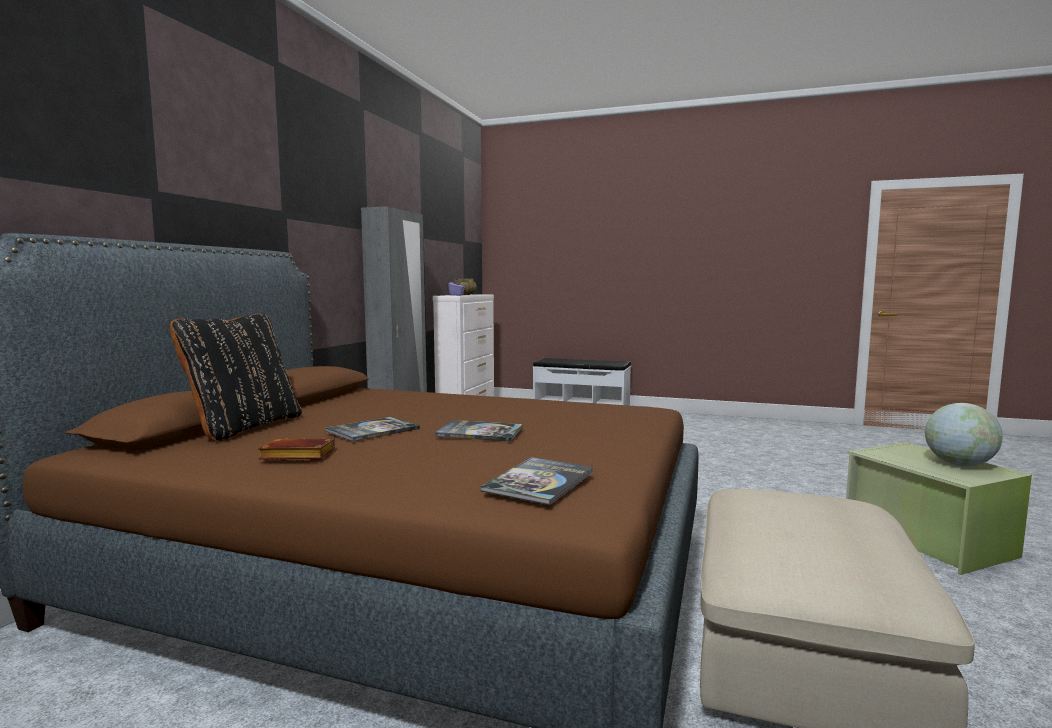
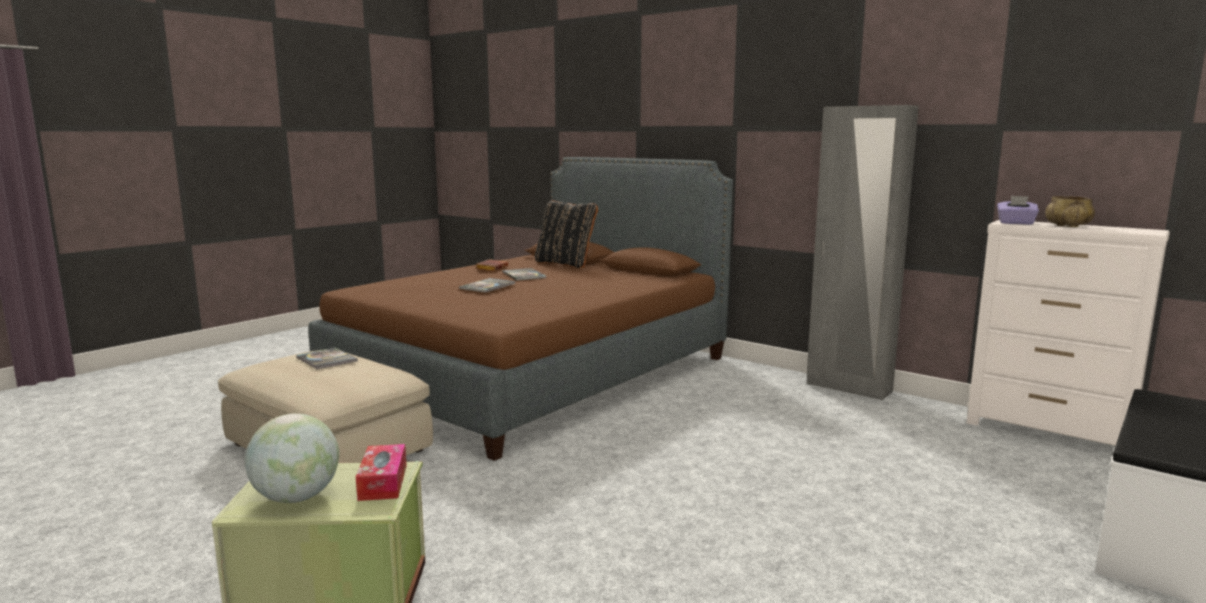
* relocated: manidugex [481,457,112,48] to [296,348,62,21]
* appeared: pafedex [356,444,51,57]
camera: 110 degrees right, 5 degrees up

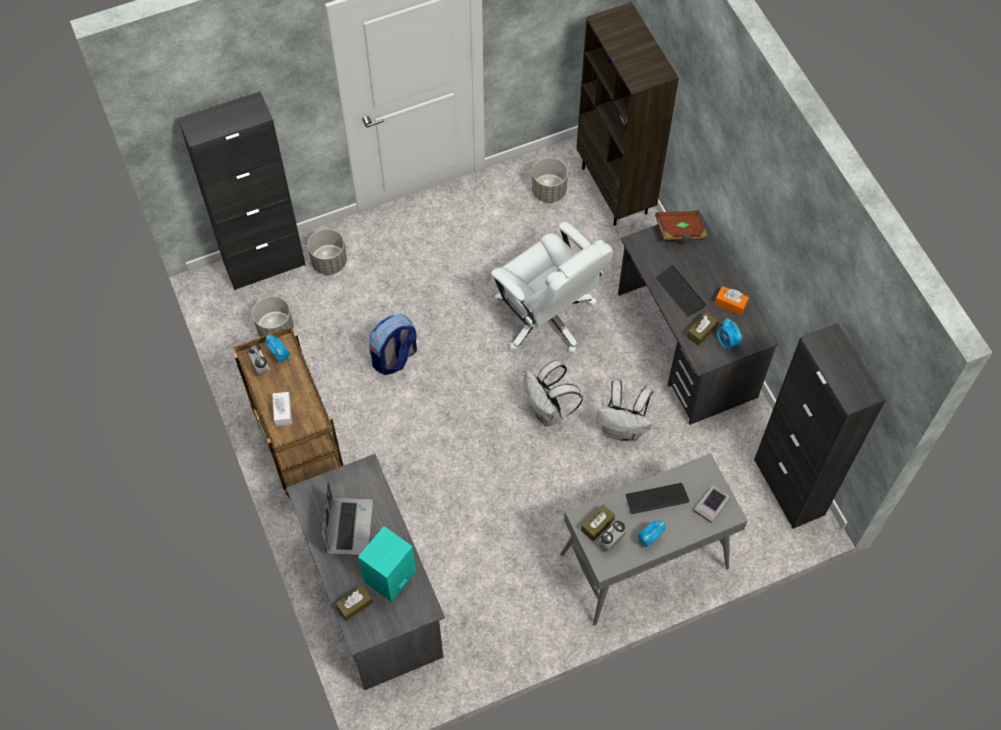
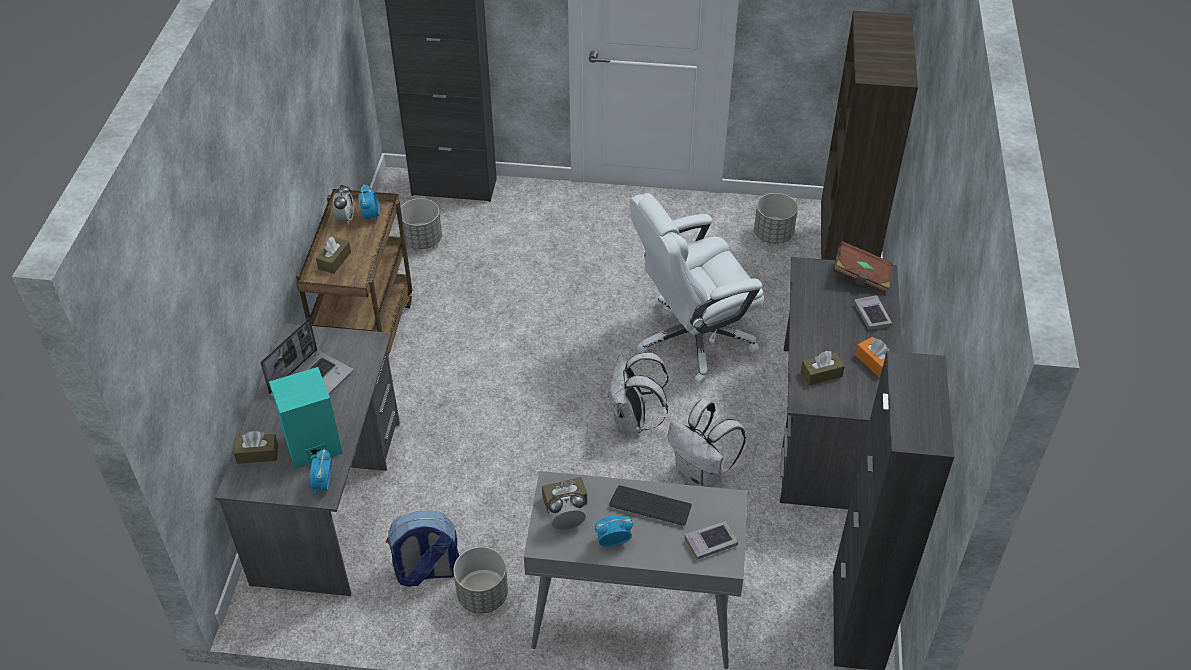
* relocated: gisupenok [717,318,26,34] to [309,449,23,46]
* colour: white_pafedex [272,392,20,34] to brown_pafedex [316,237,35,37]
* relocated: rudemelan [369,314,48,61] to [386,510,73,77]
* relocated: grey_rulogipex [308,229,39,46] to [453,547,55,67]
* spun: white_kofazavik [491,222,122,131] = [630,193,134,191] 75 degrees clockwise
* appeared: manidugex [854,295,38,35]
* missing: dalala [656,265,50,51]
camera: 30 degrees right, 15 degrees down

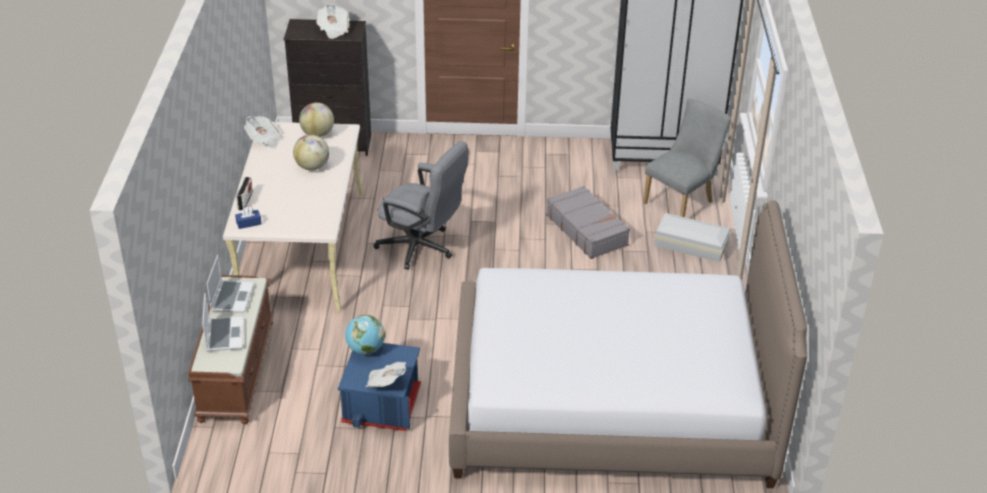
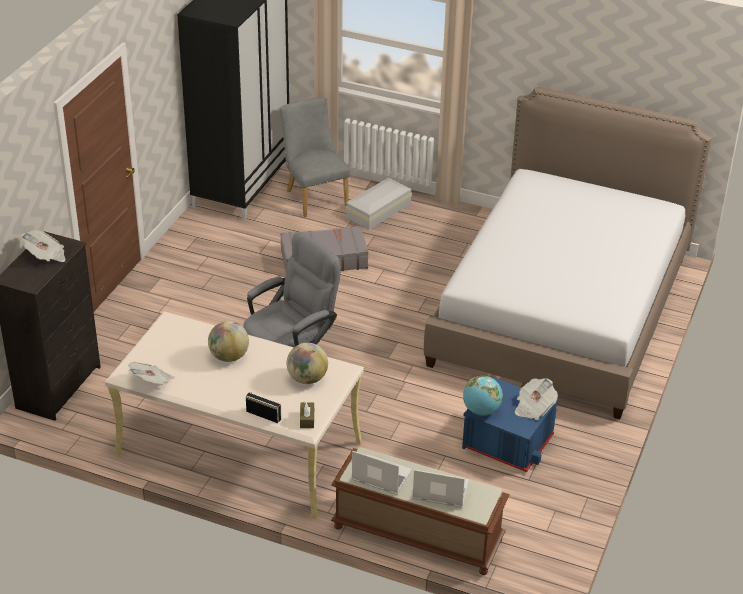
* relocated: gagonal [299,103,35,34] to [287,343,41,41]
* colour: blue_pafedex [235,207,27,22] to brown_pafedex [300,402,14,26]
camera: 70 degrees left, 0 degrees up

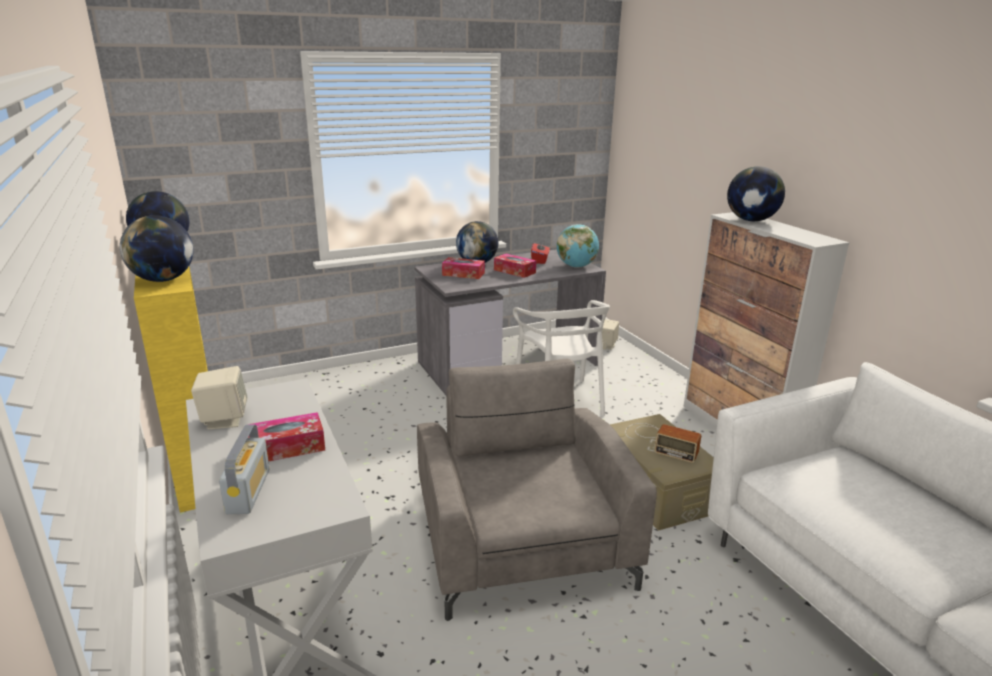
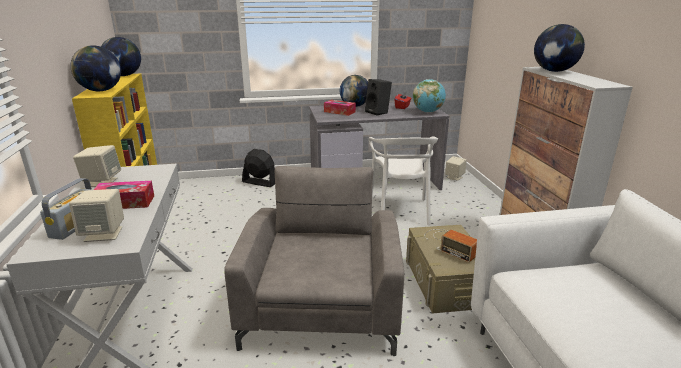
* appeared: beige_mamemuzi [69,189,55,53]
* appeared: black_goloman [242,149,33,38]
* exchanged: pafedex [494,254,42,24] to black_mamemuzi [365,79,27,36]
camera: 15 degrees right, 0 degrees up

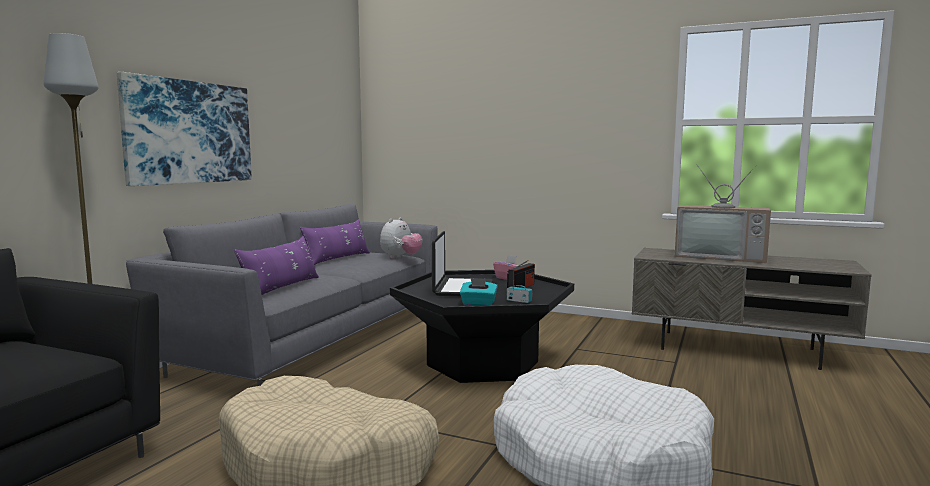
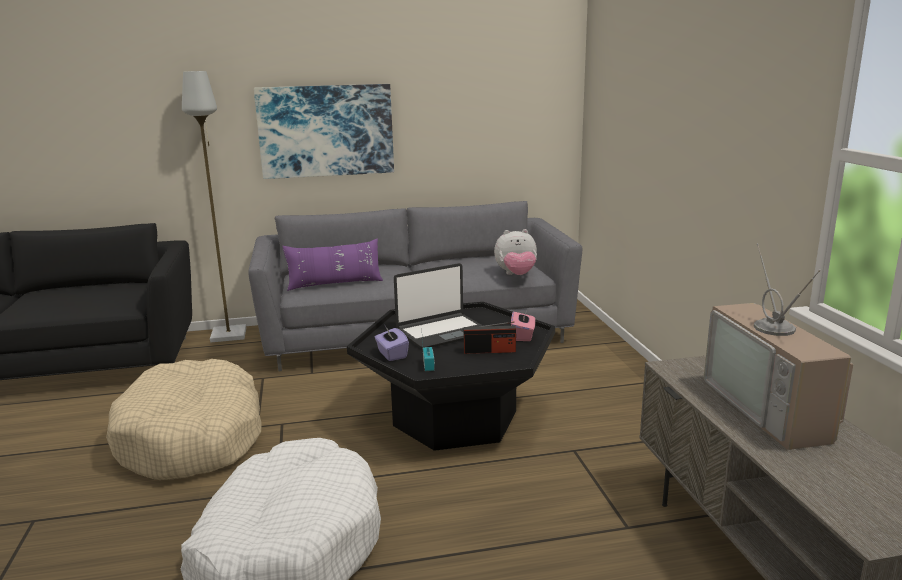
* colour: turquoise_pafedex [460,278,38,27] to purple_pafedex [375,326,34,35]
* missing: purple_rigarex [300,219,70,46]
camera: 55 degrees right, 10 degrees up

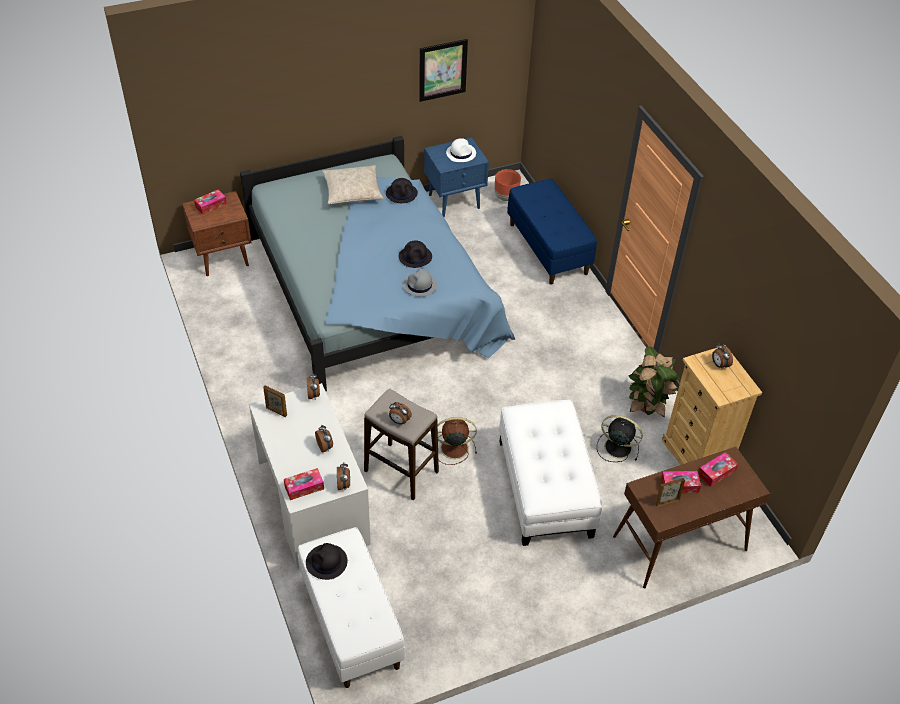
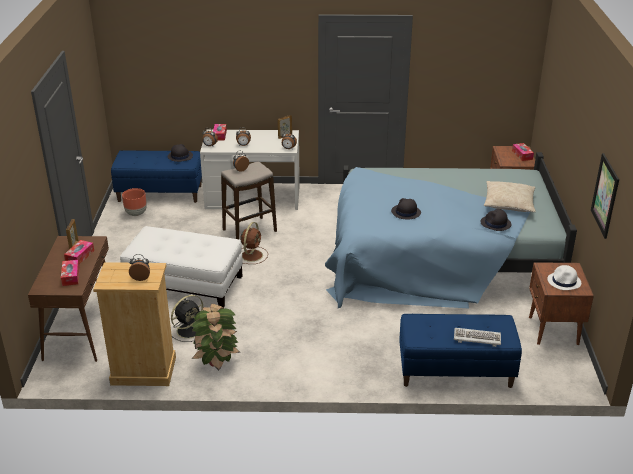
* colour: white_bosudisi [297,527,108,161] to blue_bosudisi [111,150,91,53]
* relocated: brown_rulogipex [495,169,26,32] to [122,188,25,28]
* appeared: dalala [454,328,47,19]
* colour: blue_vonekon [424,137,65,80] to brown_vonekon [529,262,65,83]
* missing: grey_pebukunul [402,269,35,28]
camera: 115 degrees right, 15 degrees down

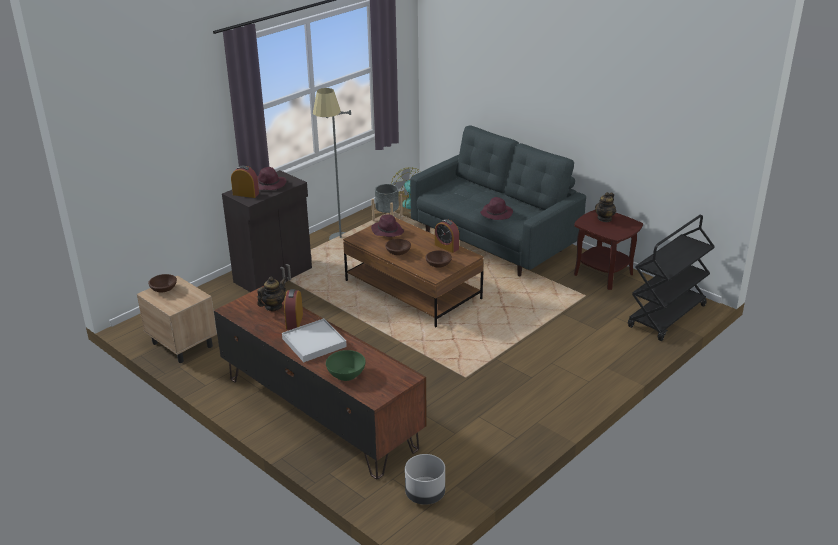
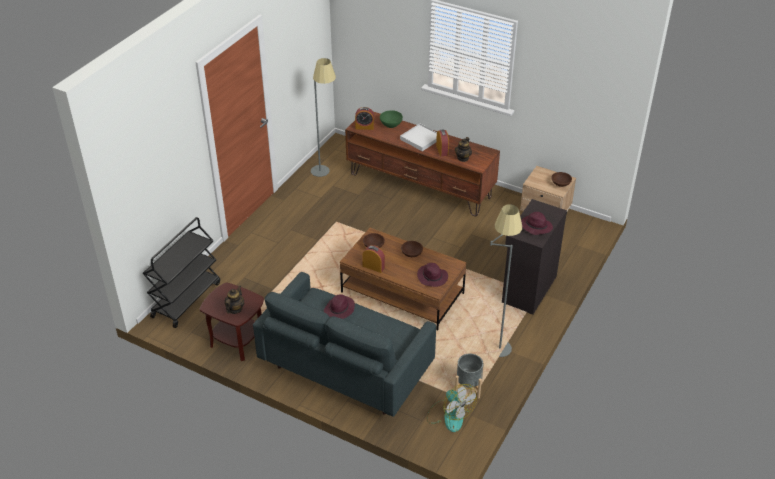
* appeared: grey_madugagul [311,58,25,119]
* relocated: gisupenok [231,166,28,32] to [355,107,19,23]
* missing: grey_rulogipex [405,454,40,51]
camera: 165 degrees right, 10 degrees up

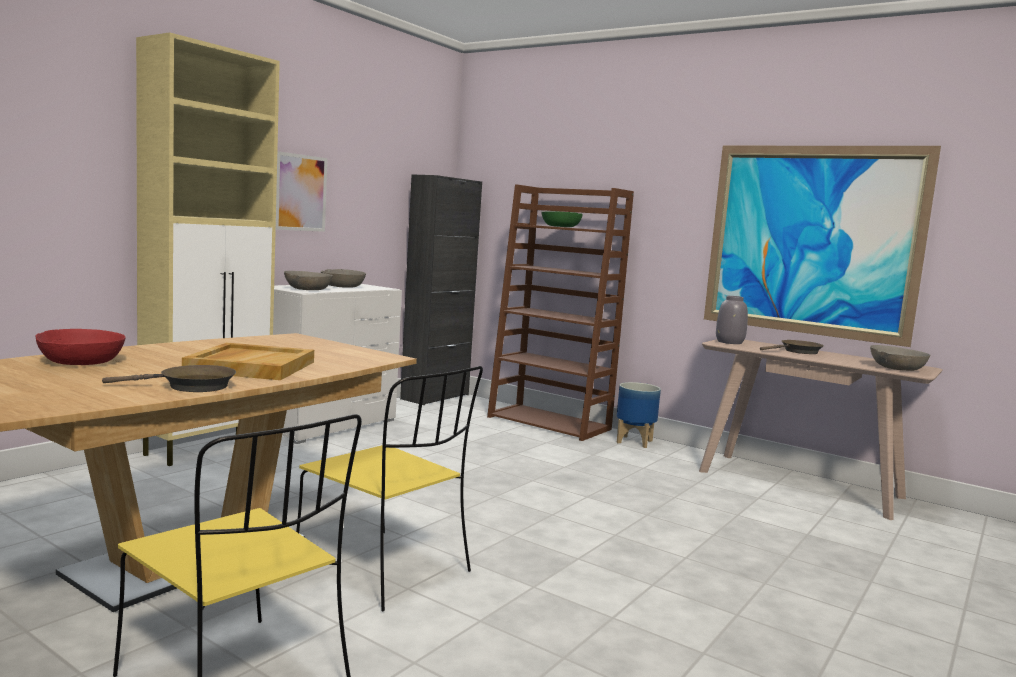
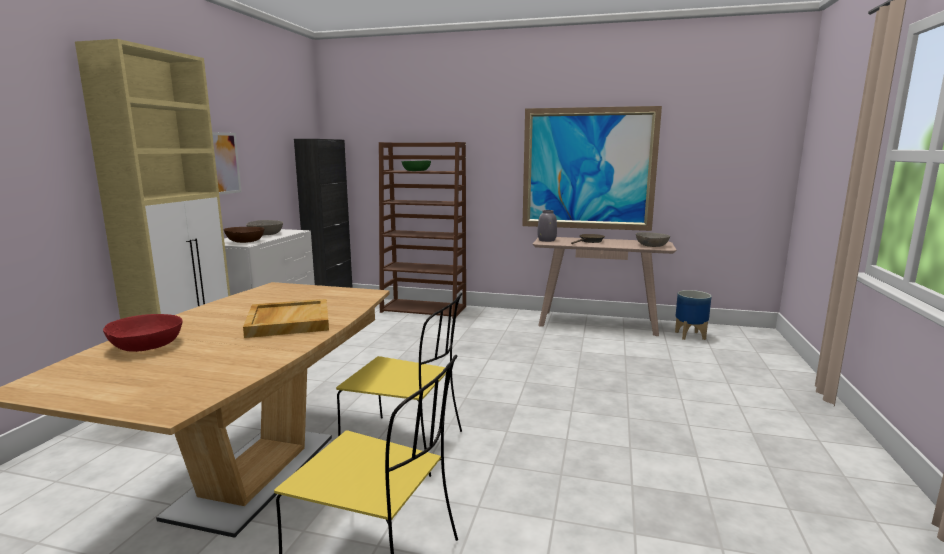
* colour: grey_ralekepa [284,271,49,19] to brown_ralekepa [224,227,40,16]
* relocated: rulogipex [617,382,44,66] to [675,290,37,50]
* missing: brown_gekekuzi [102,365,134,27]
camera: 20 degrees left, 5 degrees up

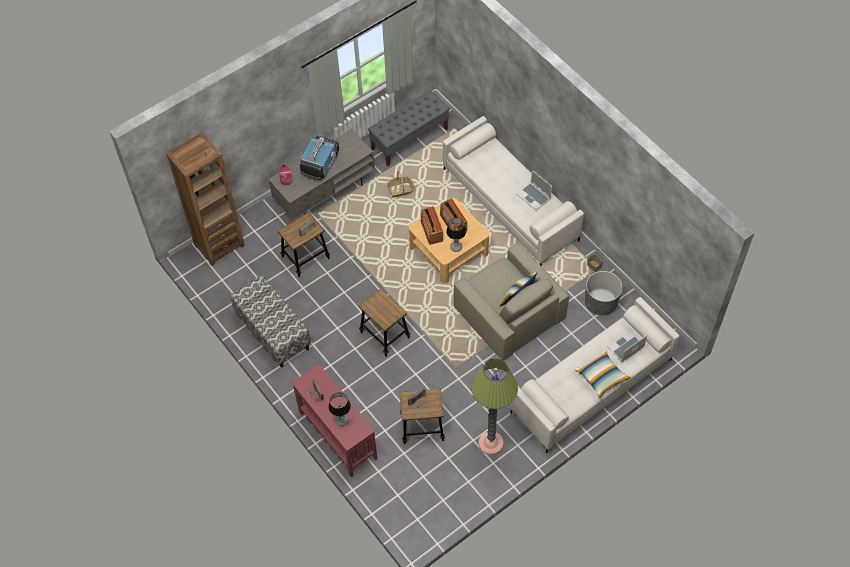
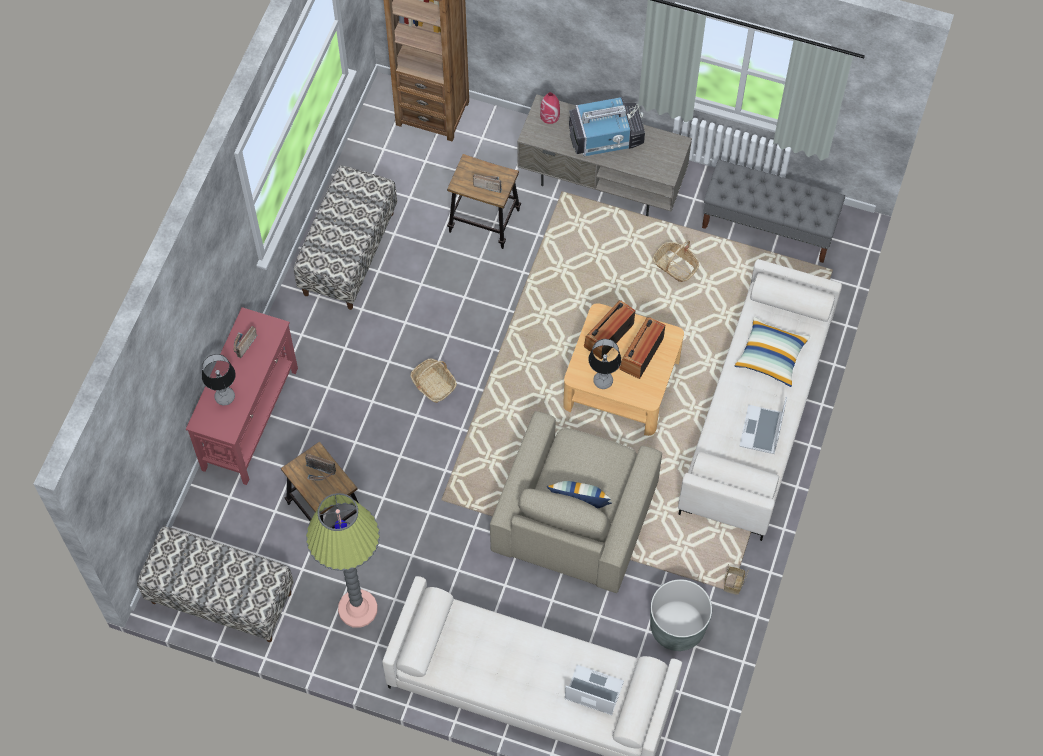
* appeared: bosudisi [137,526,157,116]
* exchanged: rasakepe [359,288,51,69] to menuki [410,358,47,45]
* relocated: rigarex [575,349,55,49] to [734,317,77,70]
camera: 55 degrees right, 5 degrees up

